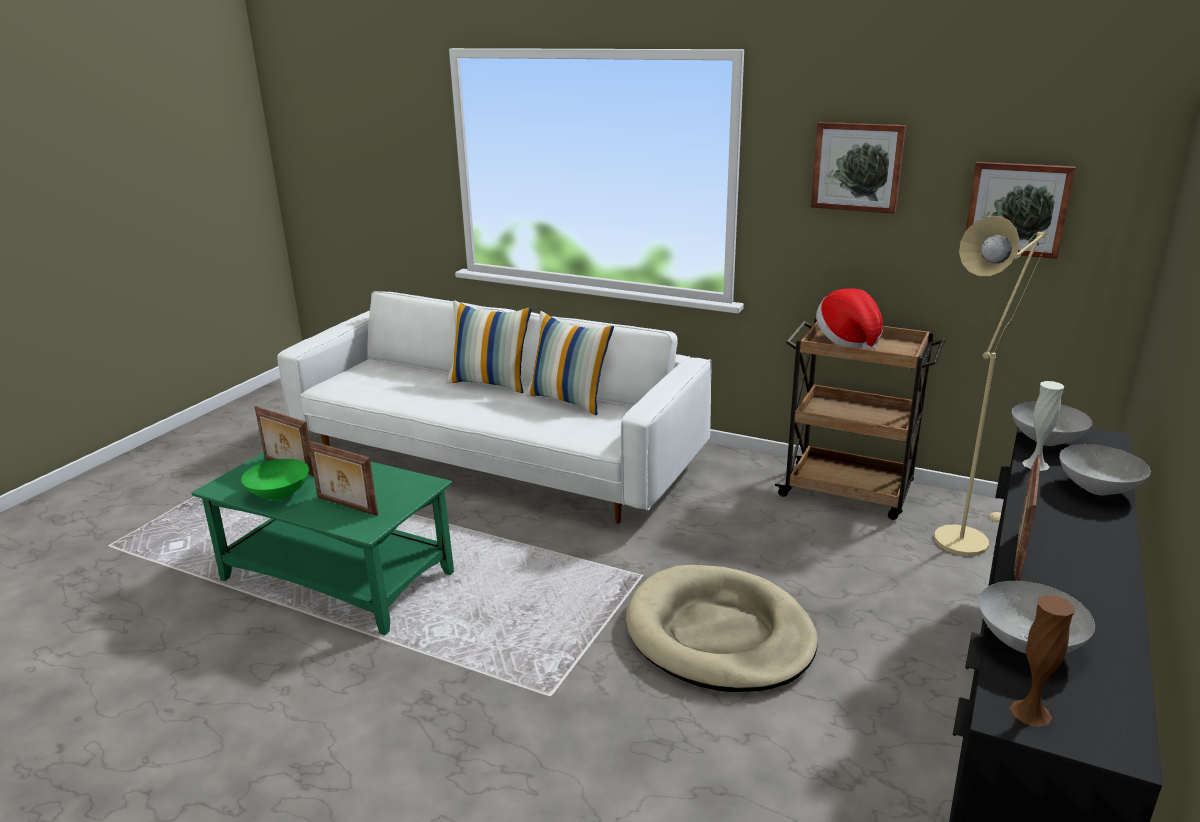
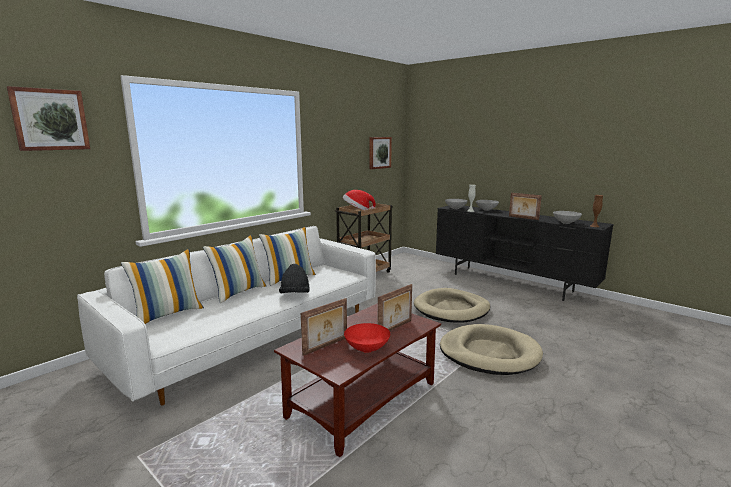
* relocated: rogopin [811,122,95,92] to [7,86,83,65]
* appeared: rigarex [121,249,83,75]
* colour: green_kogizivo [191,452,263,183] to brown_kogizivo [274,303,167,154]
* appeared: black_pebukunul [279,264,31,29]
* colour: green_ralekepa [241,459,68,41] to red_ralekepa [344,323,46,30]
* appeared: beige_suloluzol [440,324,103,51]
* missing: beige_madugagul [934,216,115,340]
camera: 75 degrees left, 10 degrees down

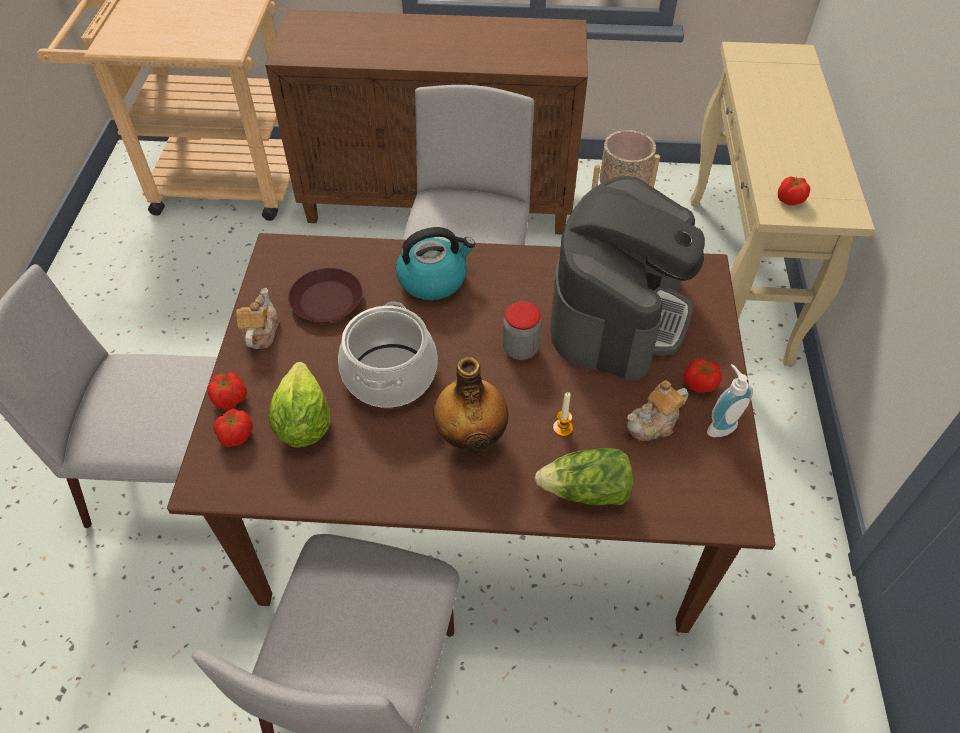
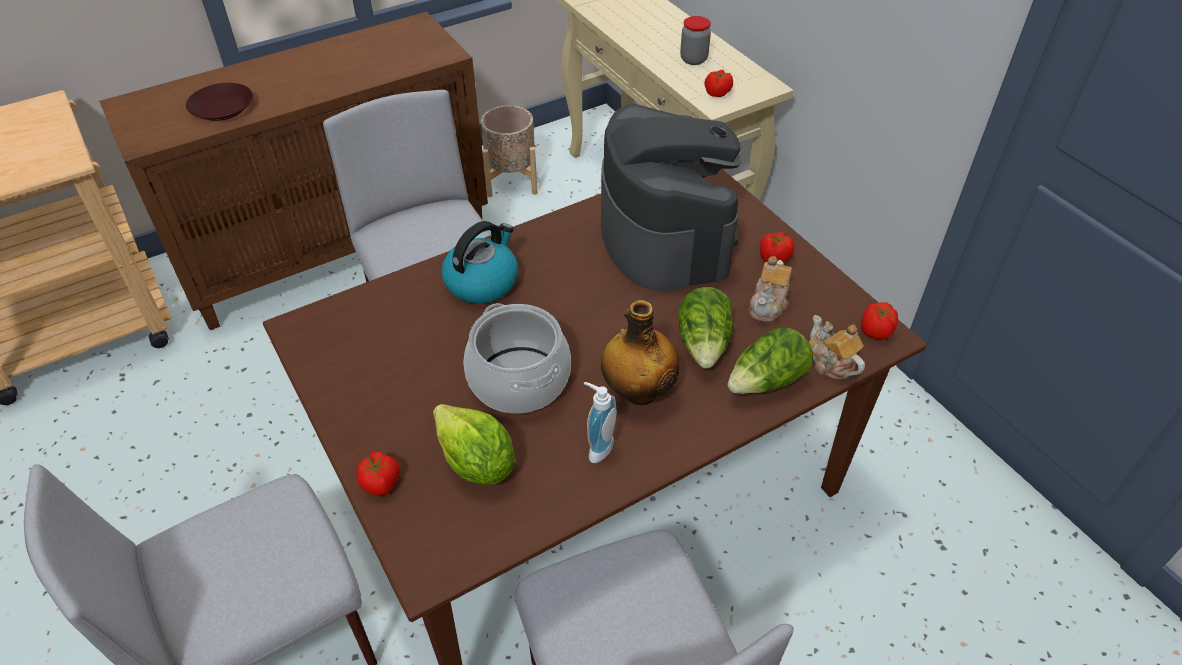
* relocated: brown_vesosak [288,268,75,54] to [186,83,67,38]
* relocated: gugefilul [707,364,46,73] to [584,382,33,81]
* exchanged: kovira [553,392,20,45] to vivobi [678,287,55,82]
* relocated: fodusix [503,302,38,58] to [680,16,31,49]
* relocated: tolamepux [236,288,43,61] to [809,315,56,65]
* relocated: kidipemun [213,409,40,38] to [862,302,36,38]
camera: 35 degrees left, 5 degrees down

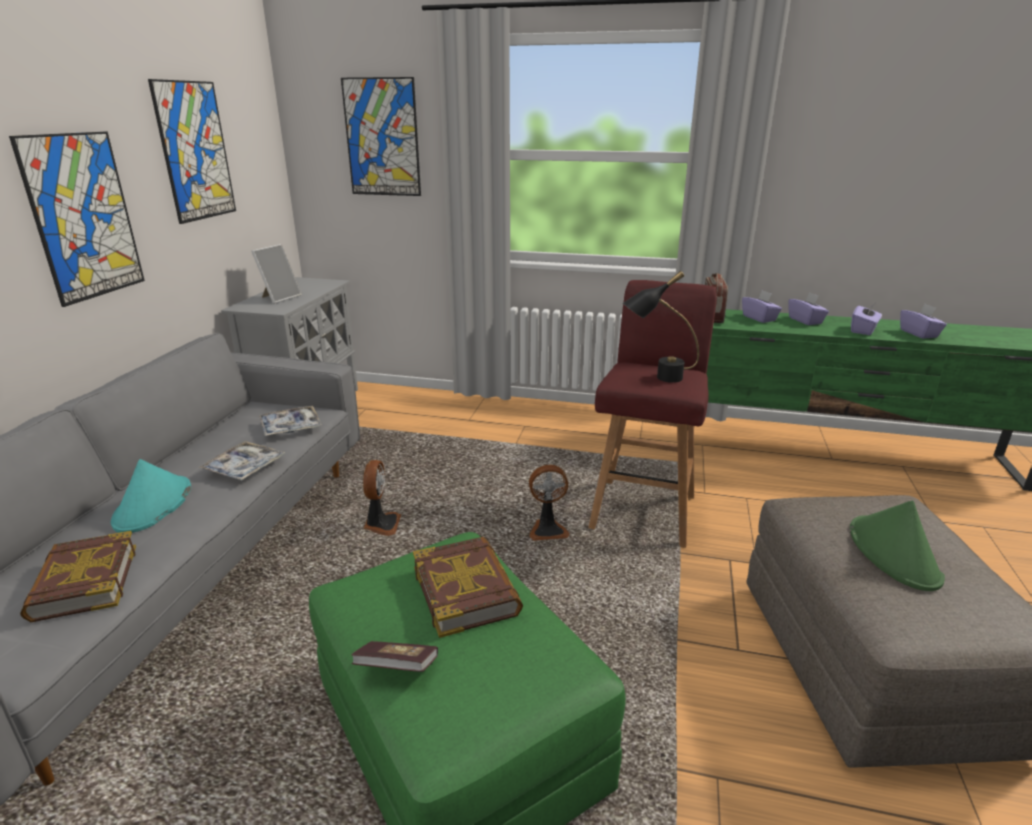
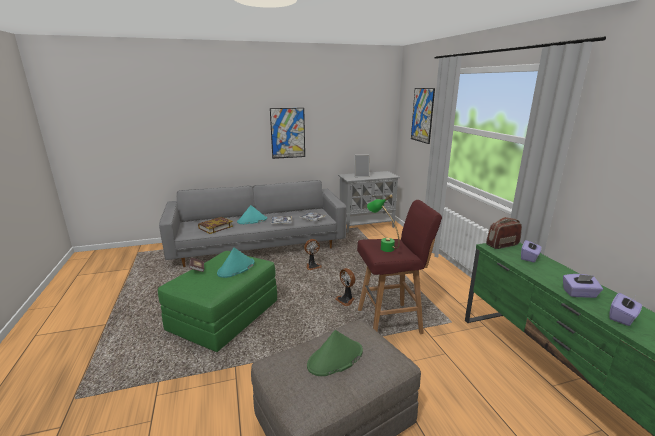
* exchanged: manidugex [413,537,110,101] to turquoise_pebukunul [217,247,38,31]
* colour: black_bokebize [623,271,76,112] to green_bokebize [367,194,33,58]
* missing: rogopin [148,79,88,145]
* missing: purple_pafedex [788,292,41,33]
camera: 60 degrees right, 5 degrees down

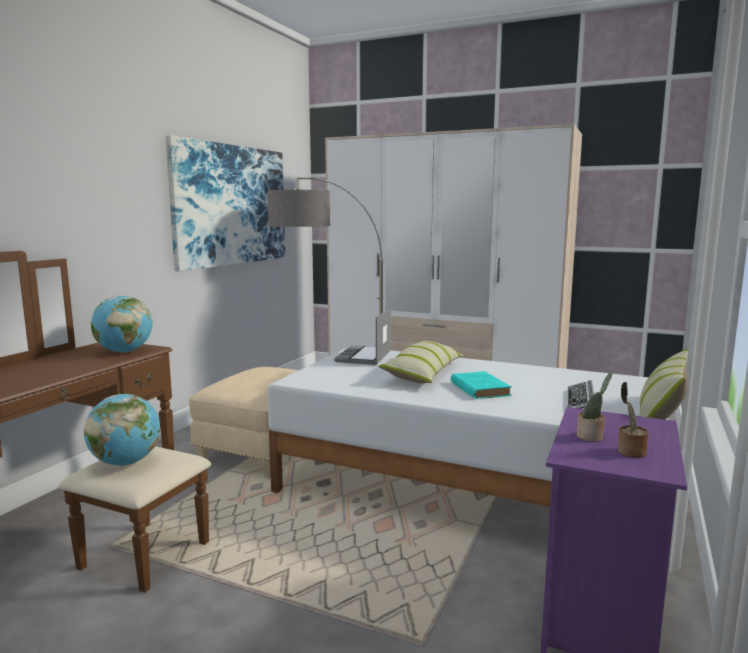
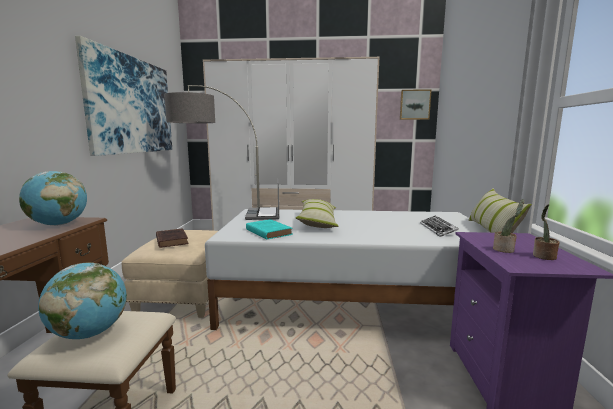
* appeared: brown_manidugex [156,228,33,20]
* relocated: turquoise_manidugex [451,371,60,28] to [246,219,46,21]
* appeared: rogopin [400,89,32,31]
camera: 20 degrees left, 0 degrees up

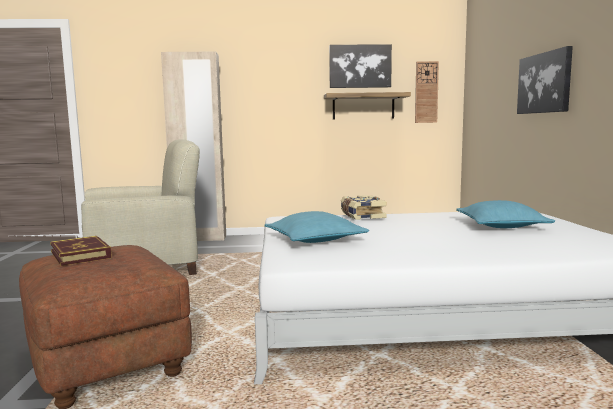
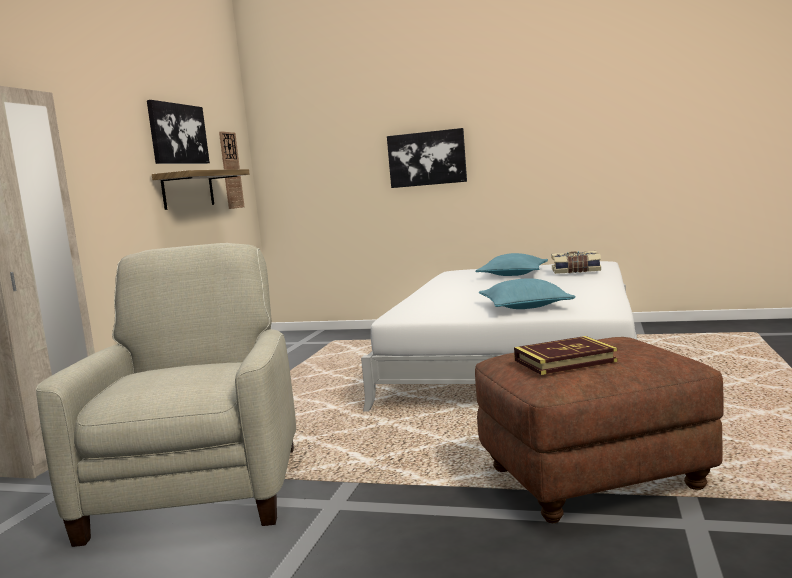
* relocated: manidugex [341,195,46,25] to [551,251,50,23]
camera: 70 degrees left, 0 degrees up

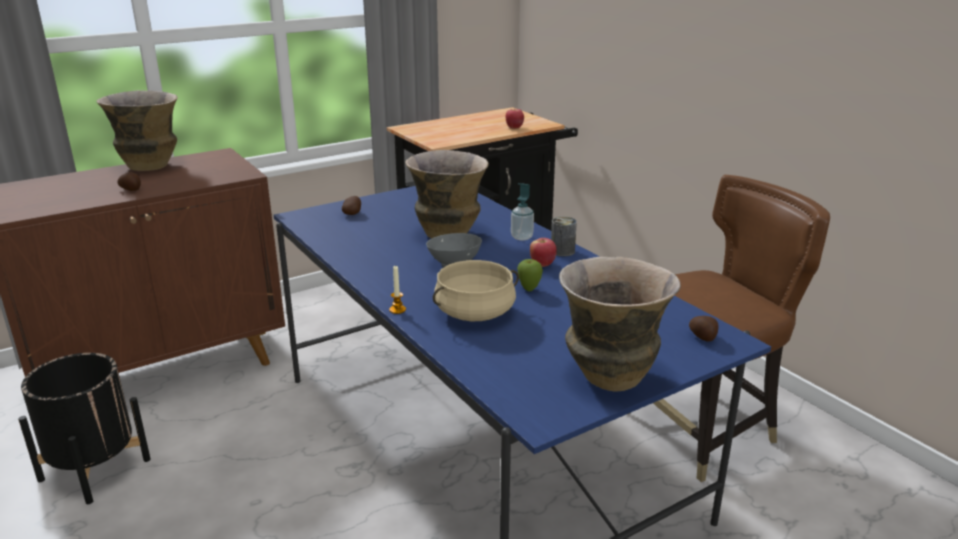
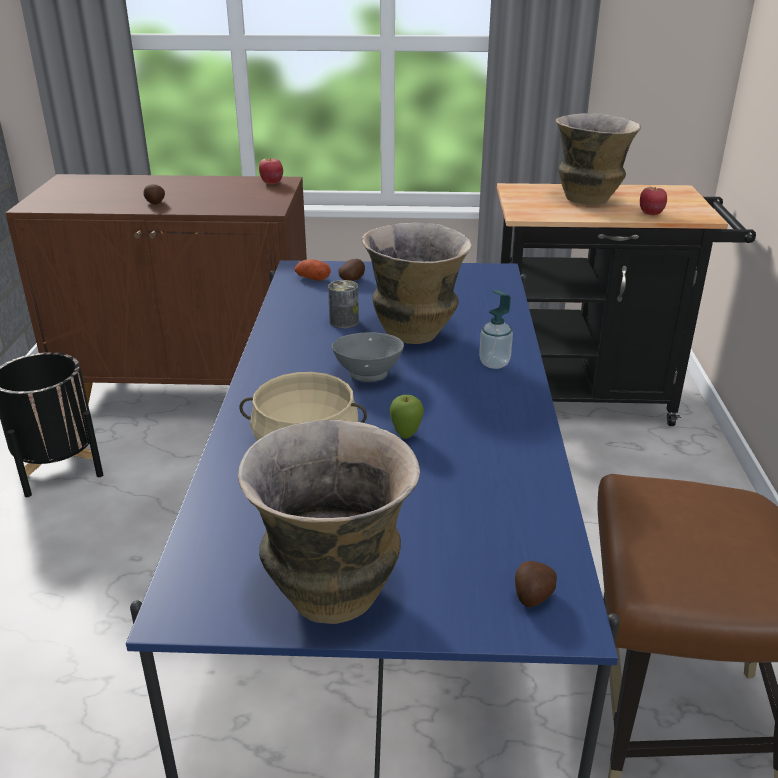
* relocated: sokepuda [530,238,27,29] to [259,158,24,26]
* appeared: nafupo [294,259,37,22]
* relocated: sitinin [551,216,26,40] to [328,280,31,48]
* relocated: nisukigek [97,90,81,81] to [556,113,85,92]
* missing: kovira [389,265,17,49]
camera: 35 degrees right, 5 degrees up

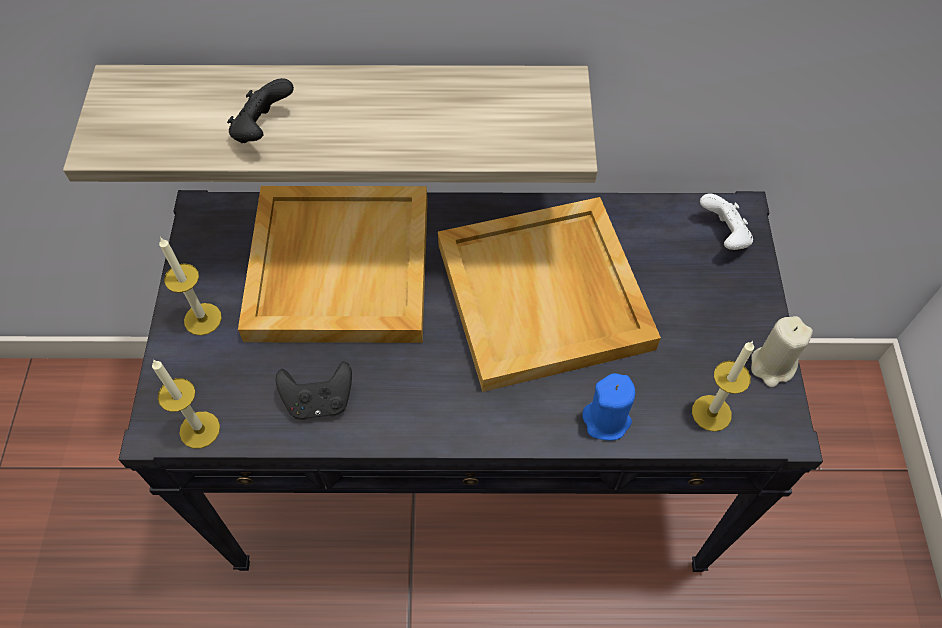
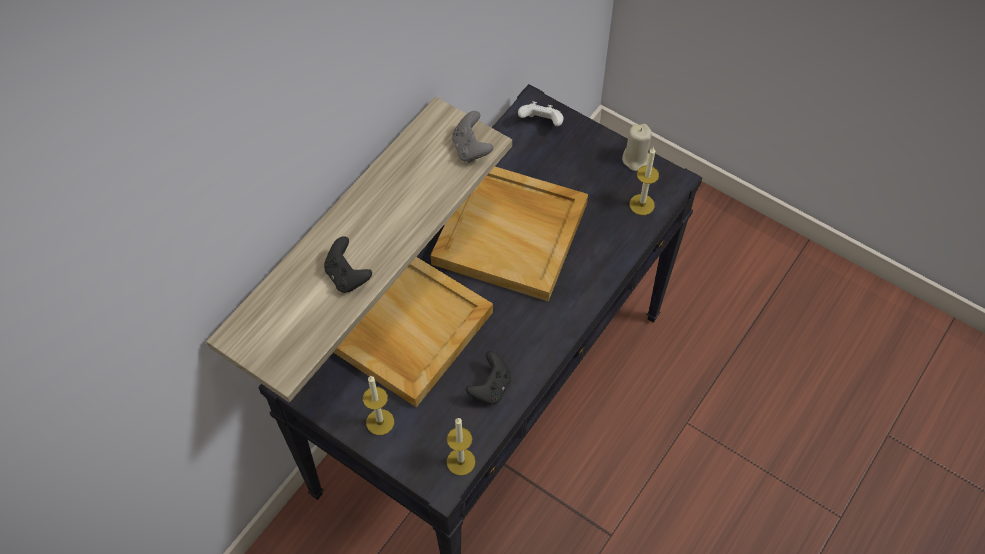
* appeared: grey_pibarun [452,111,41,52]
* missing: blue_kovira [582,373,53,68]
camera: 55 degrees left, 0 degrees up

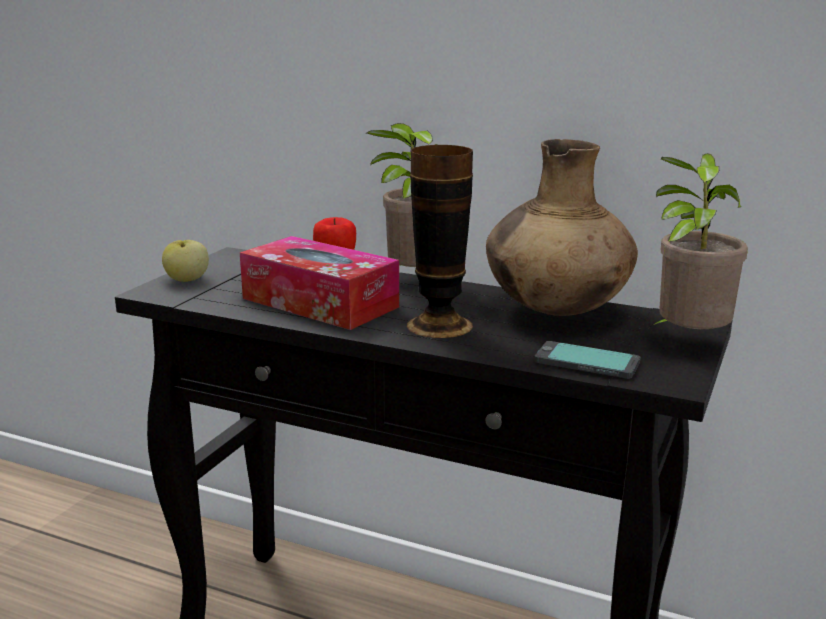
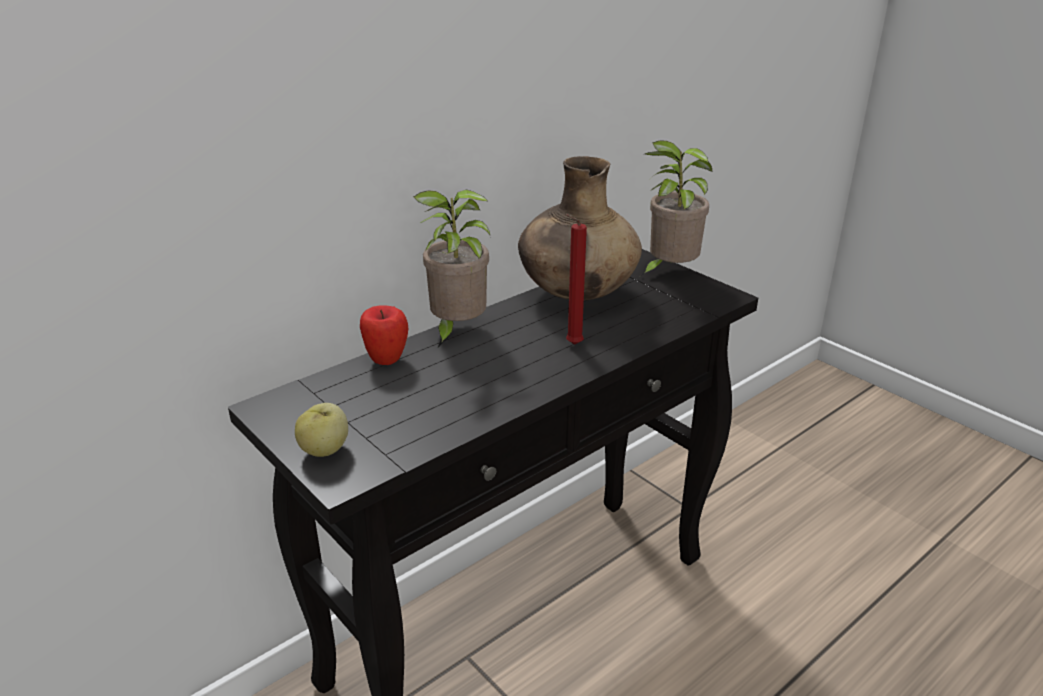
* exchanged: nisukigek [407,145,66,193] to red_kovira [565,214,22,131]
* missing: pafedex [240,236,159,94]
* missing: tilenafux [535,341,105,38]
camera: 65 degrees left, 10 degrees up

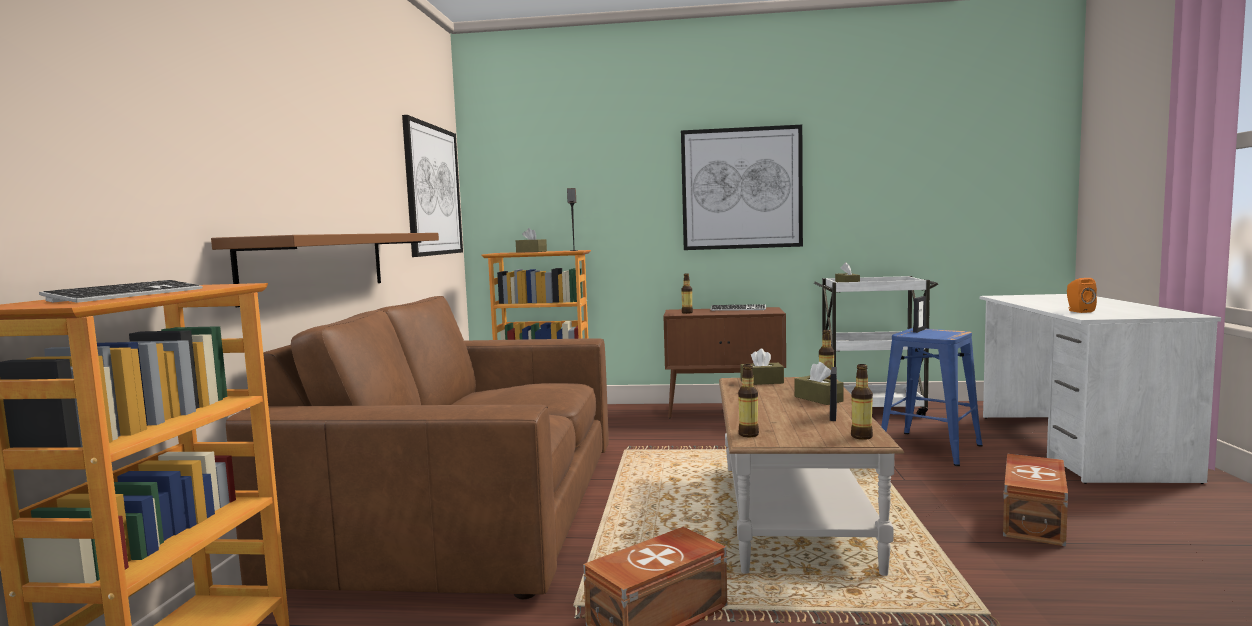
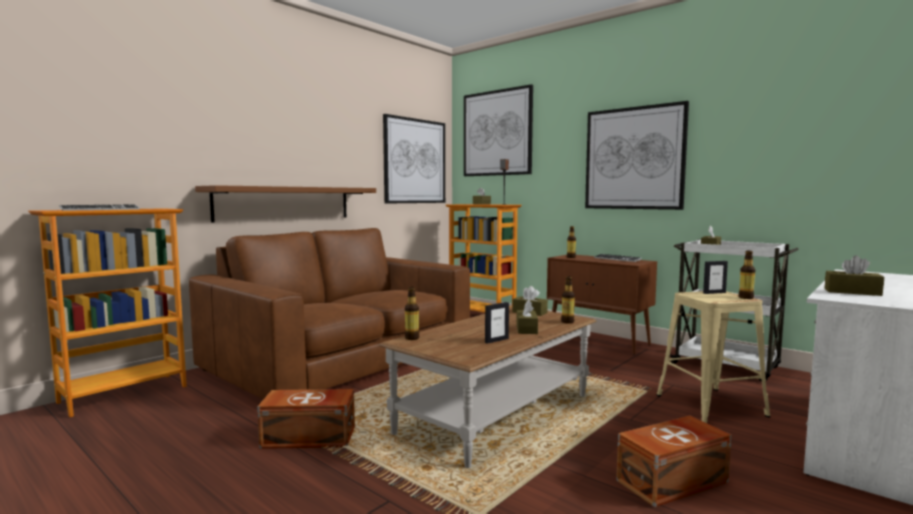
* appeared: rogopin [464,84,69,92]
* colour: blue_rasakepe [881,328,102,138] to beige_rasakepe [657,291,113,132]
* relocated: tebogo [851,364,22,76] to [739,251,16,48]
* exchanged: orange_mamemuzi [1067,278,30,35] to brown_pafedex [825,255,59,41]
camera: 35 degrees right, 0 degrees up

